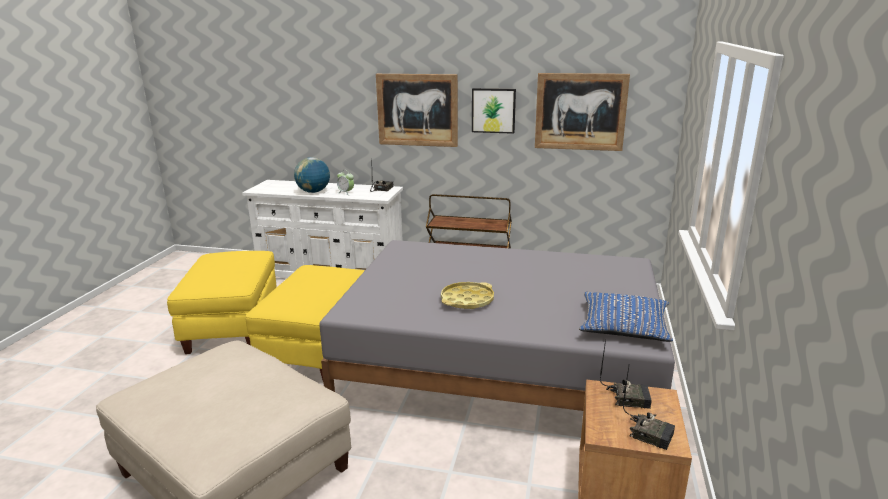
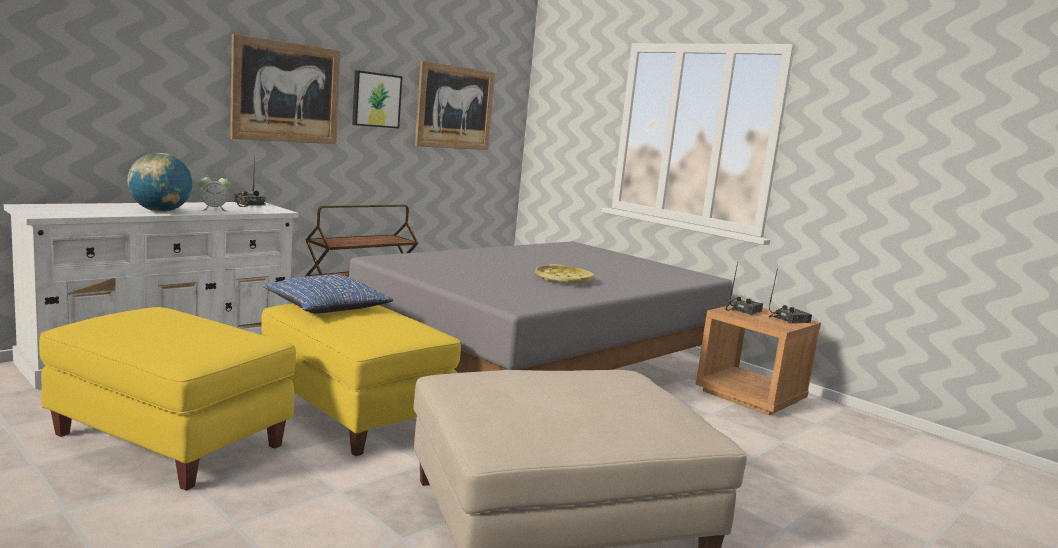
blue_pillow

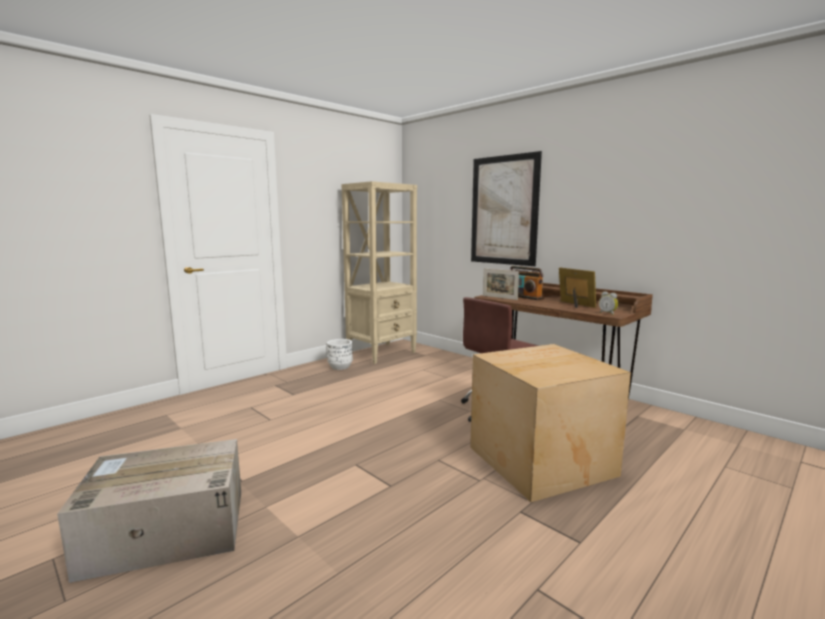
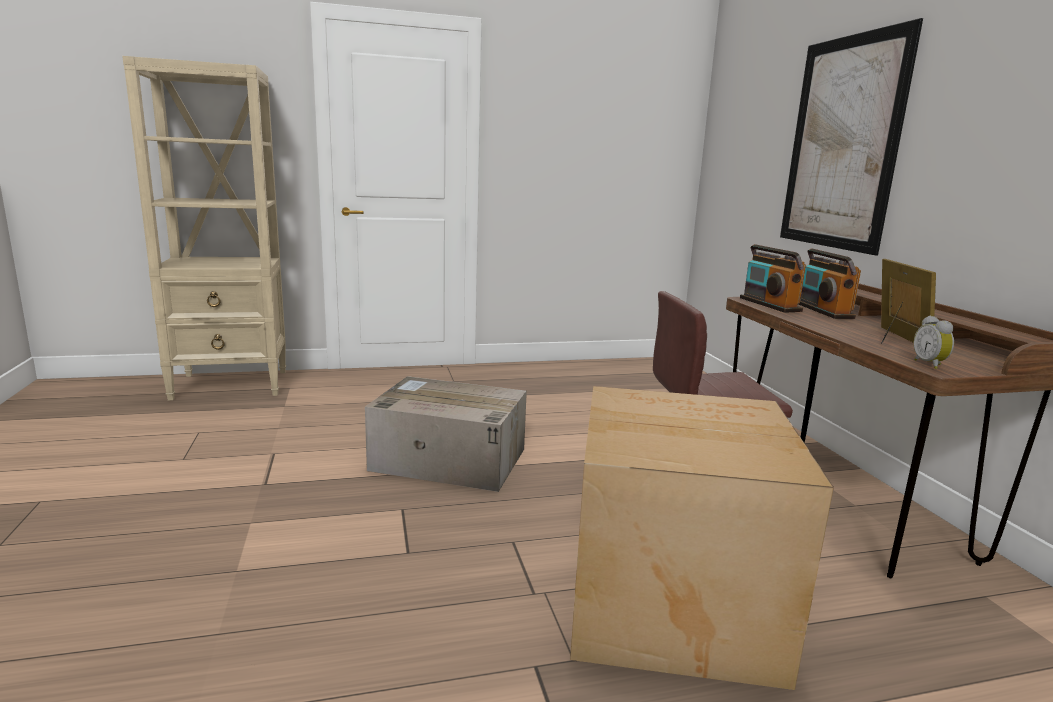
beige_bookcase
radio (1st from left)
white_planter
cardboard_box (1st from left)

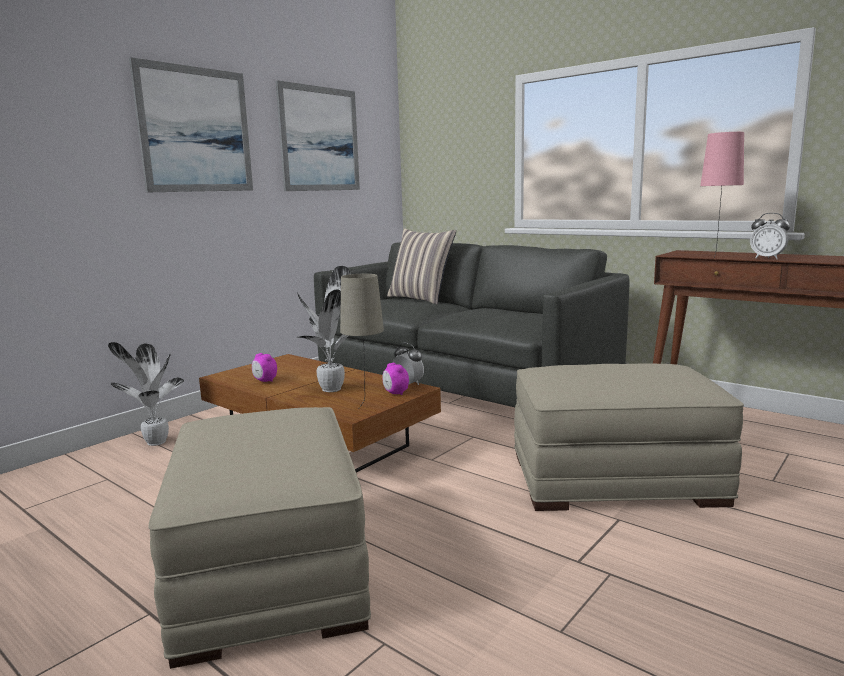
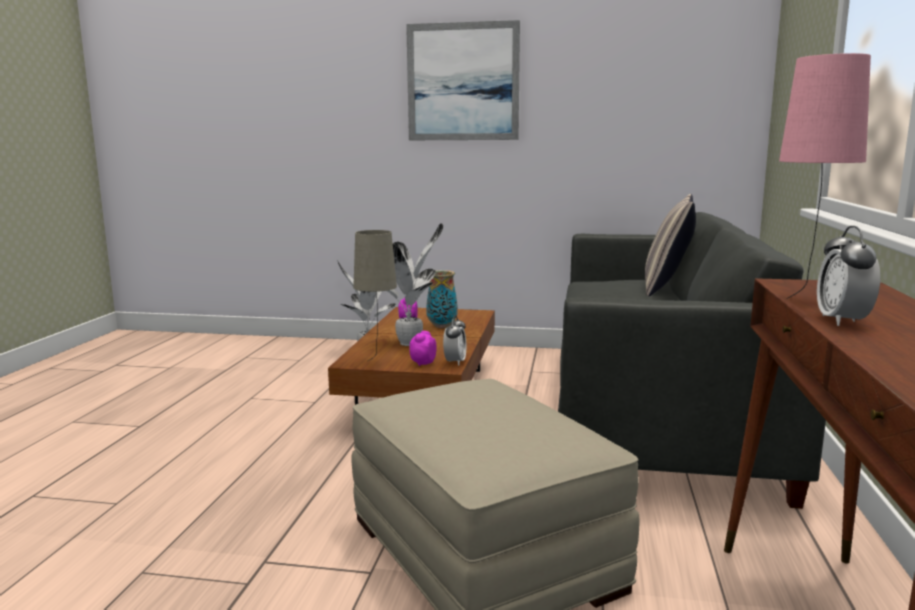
picture (2nd from left in the first image)
beige_ottoman (1st from left in the first image)
vase

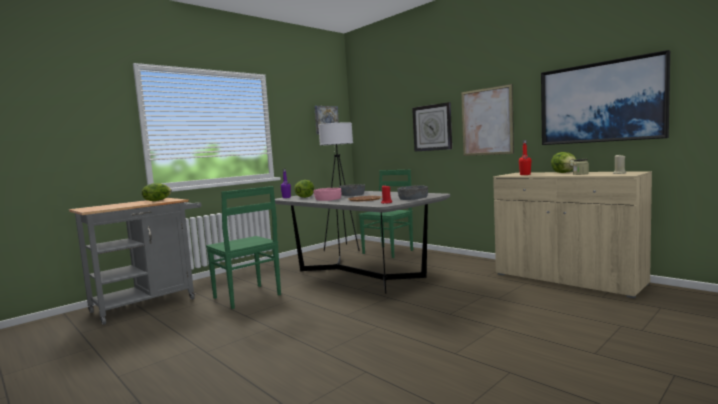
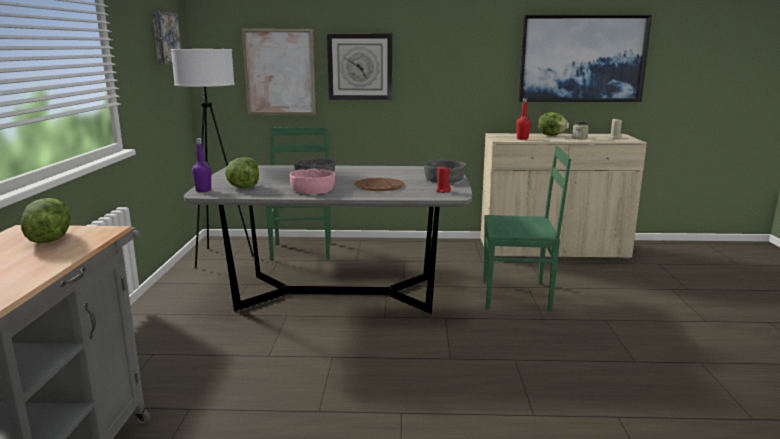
picture (2nd from left)
green_chair (2nd from left)

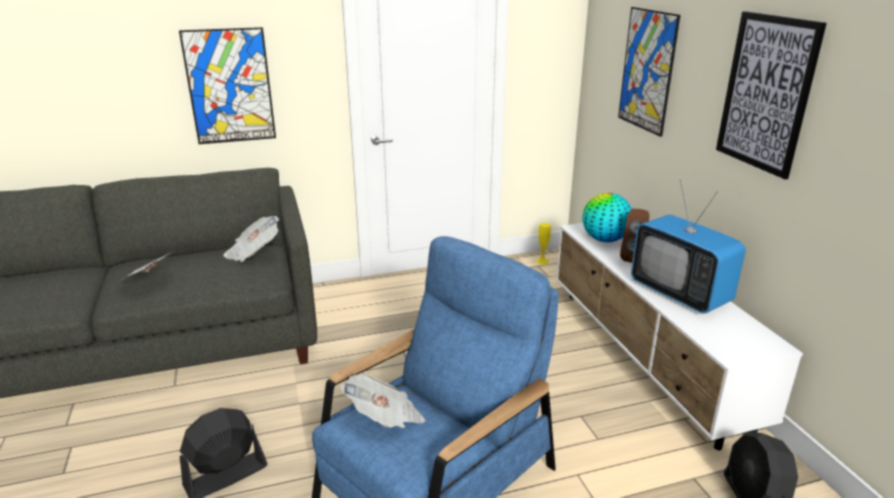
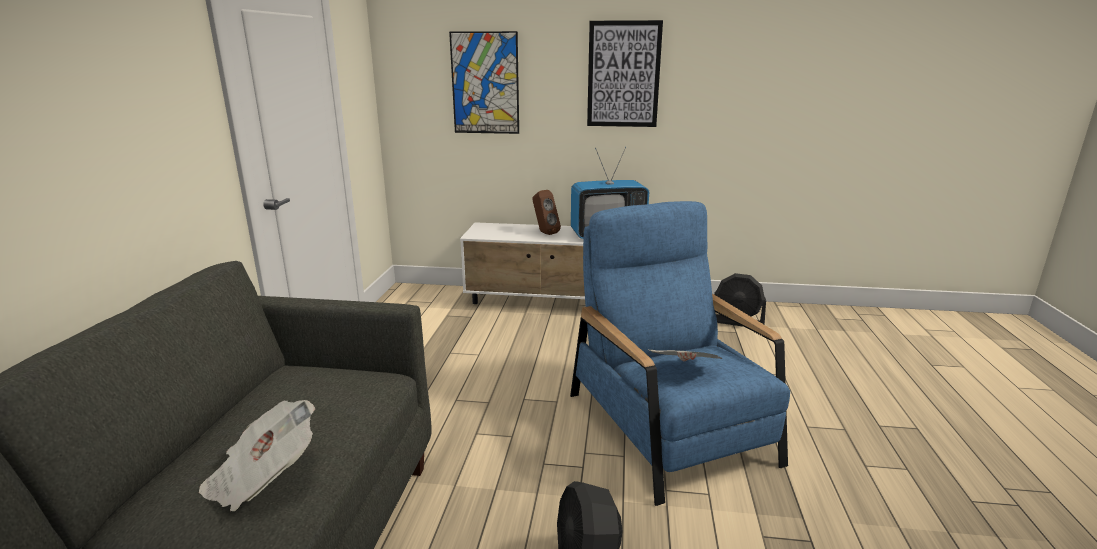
picture (1st from left in the first image)
globe
newspaper (2nd from left in the first image)
yellow_vase

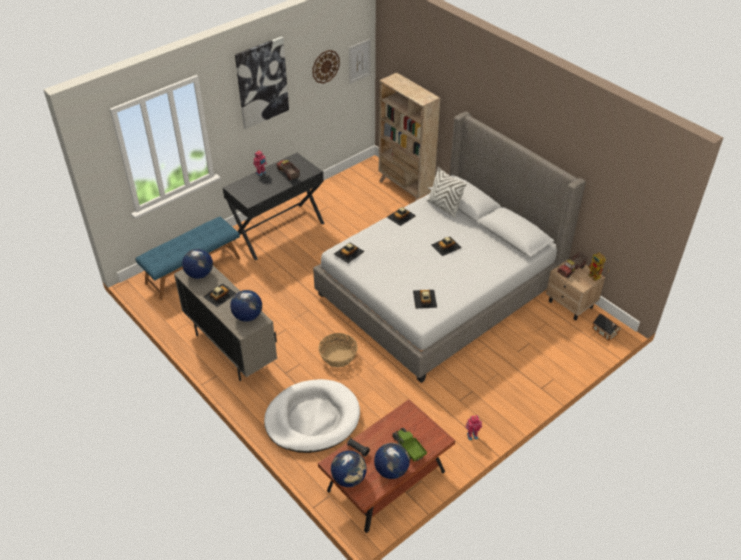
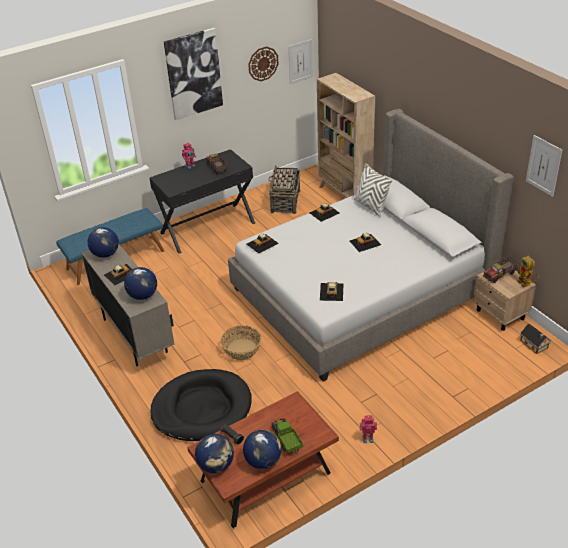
black_dog_bed
picture (3rd from left)
basket (2nd from left)

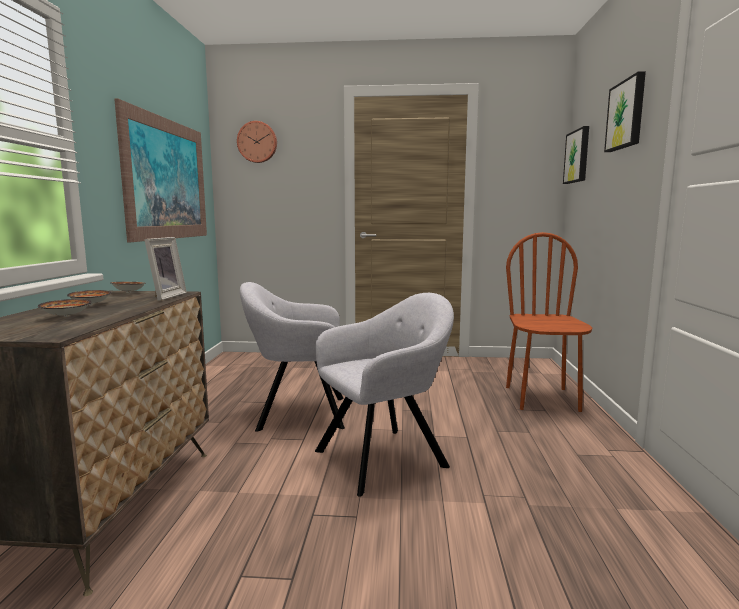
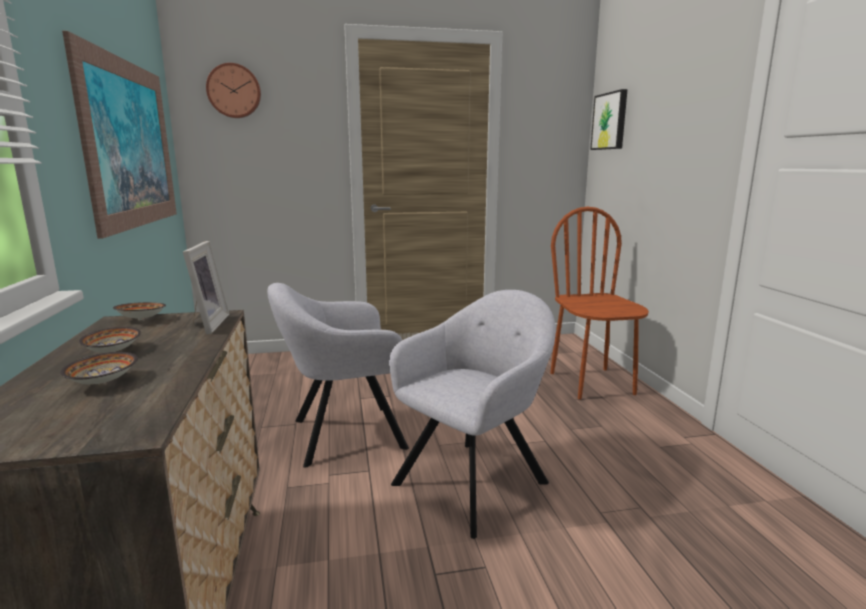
picture (3rd from left in the first image)

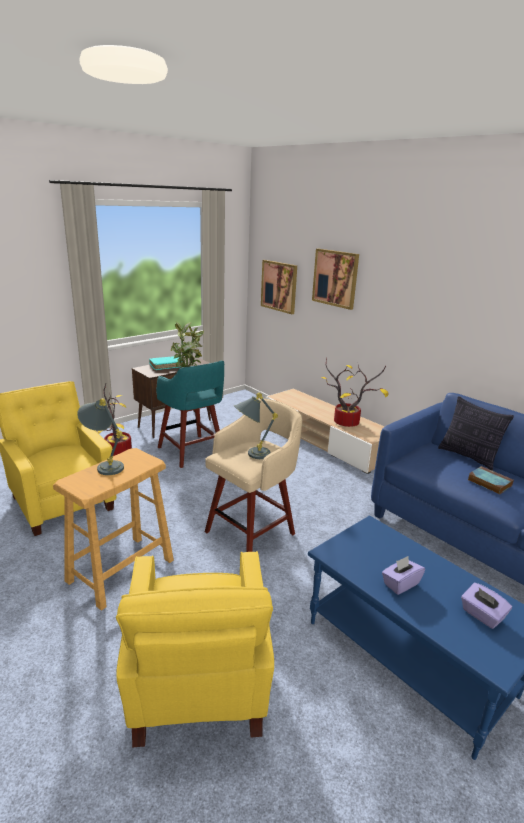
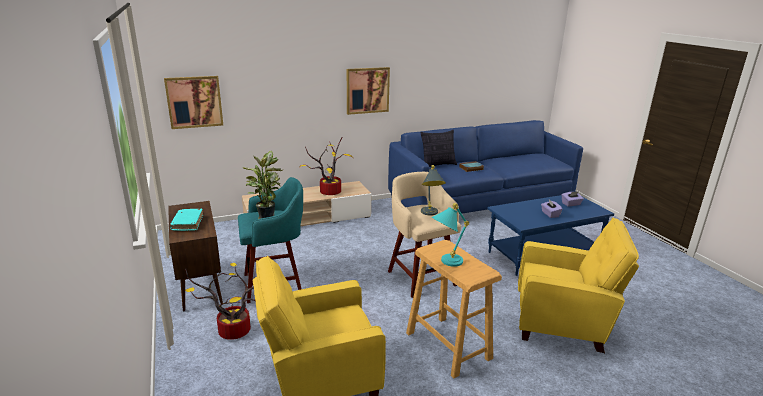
picture (2nd from left)
turquoise_table_lamp

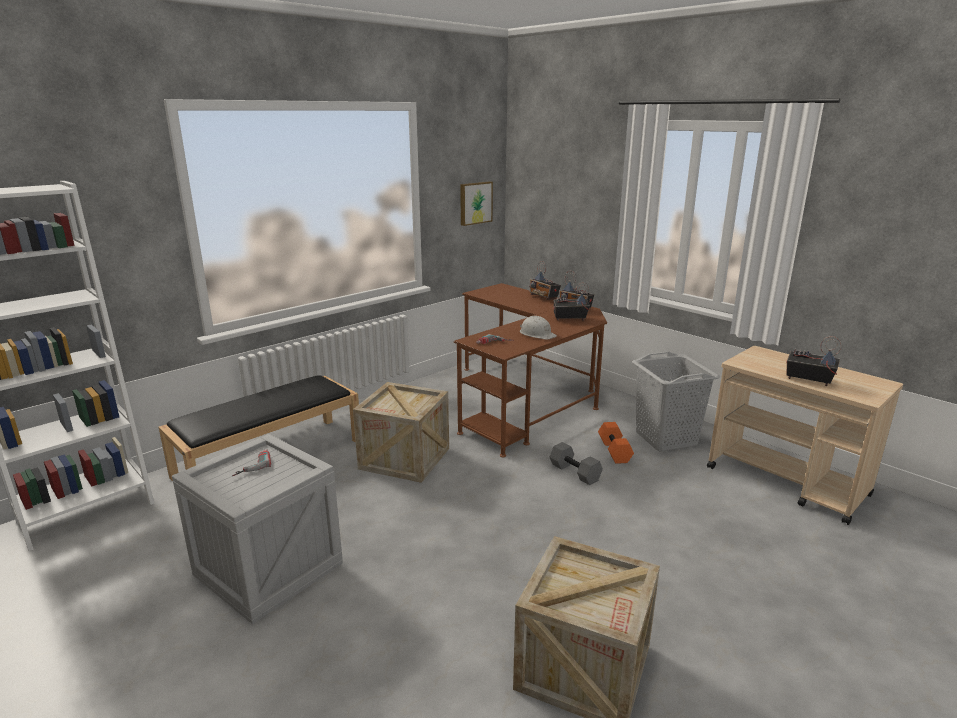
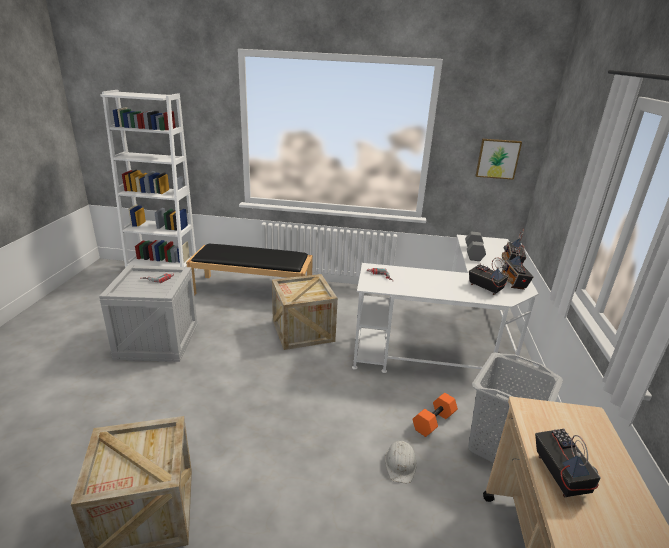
white_desk
white_hard_hat
grey_dumbbell

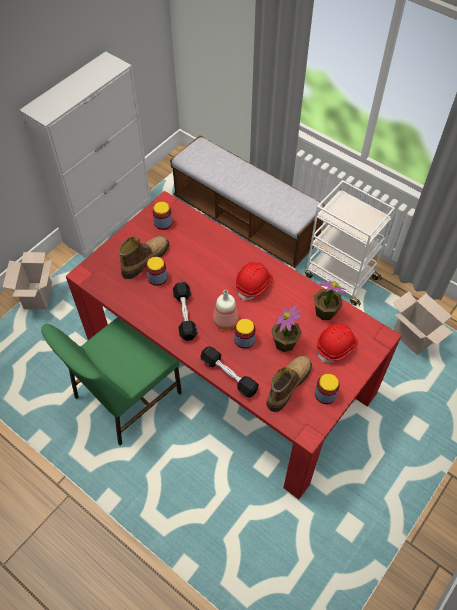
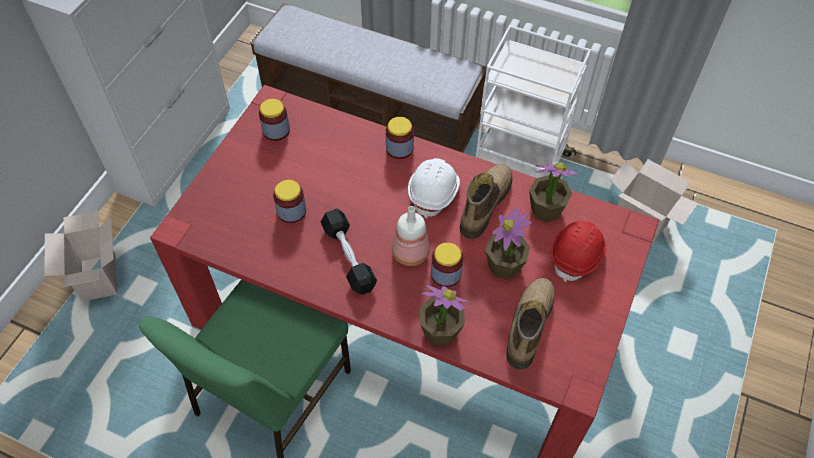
boot (1st from left)
white_hard_hat
potted_plant (1st from left)
jar (3rd from left)

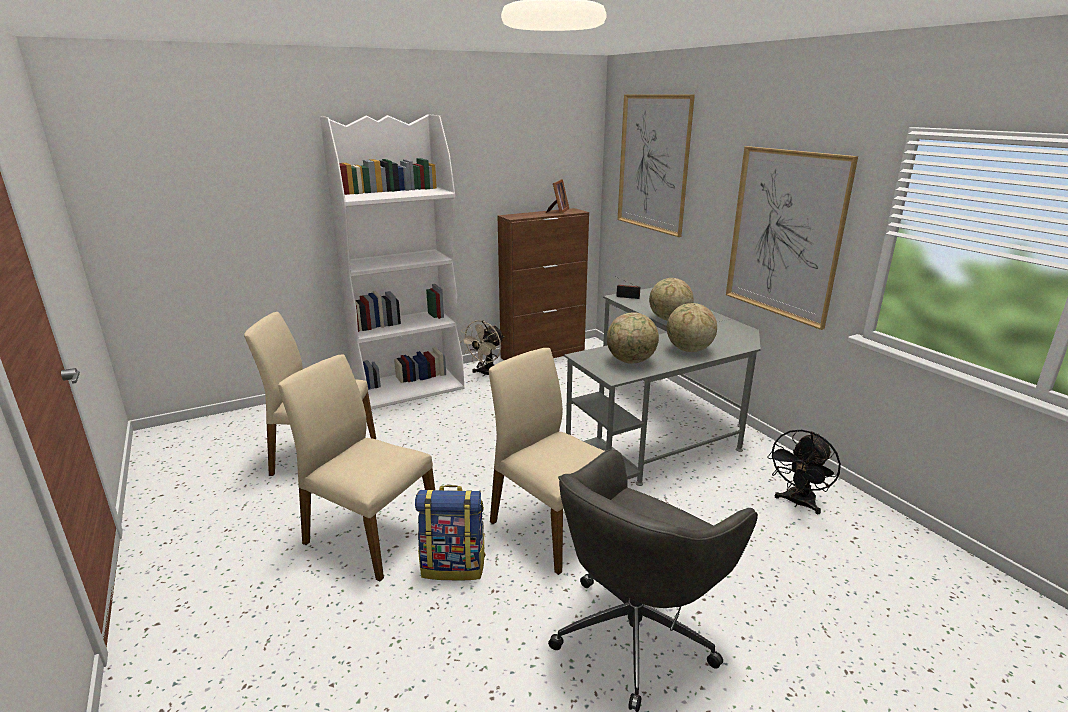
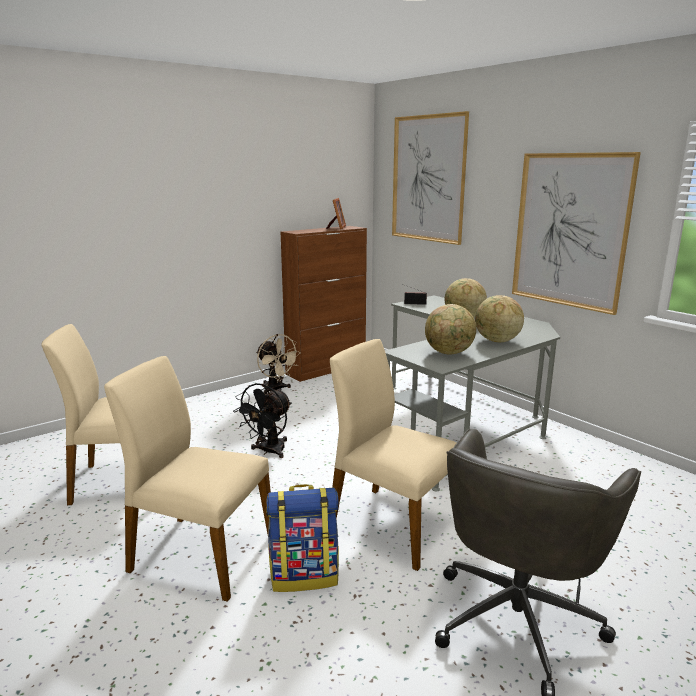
white_bookcase
beige_fan
black_fan

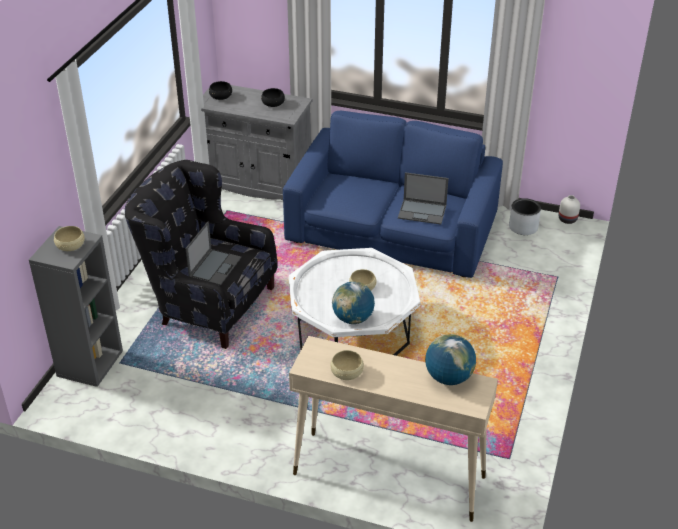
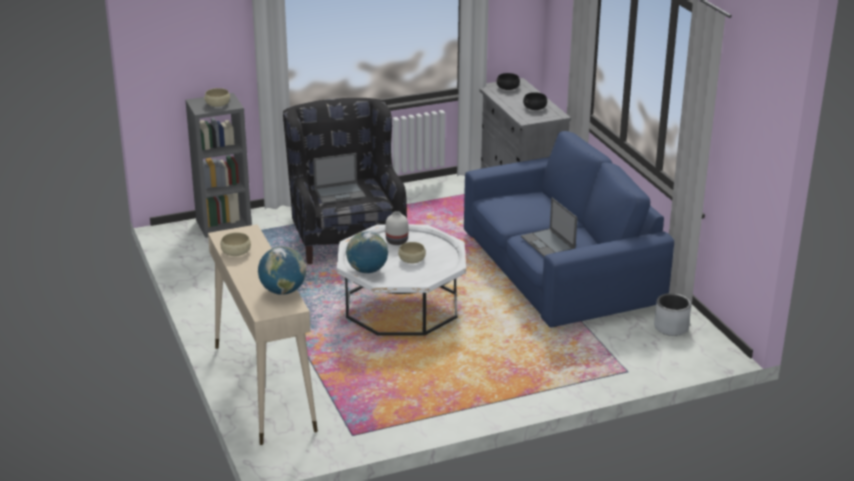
white_vase

